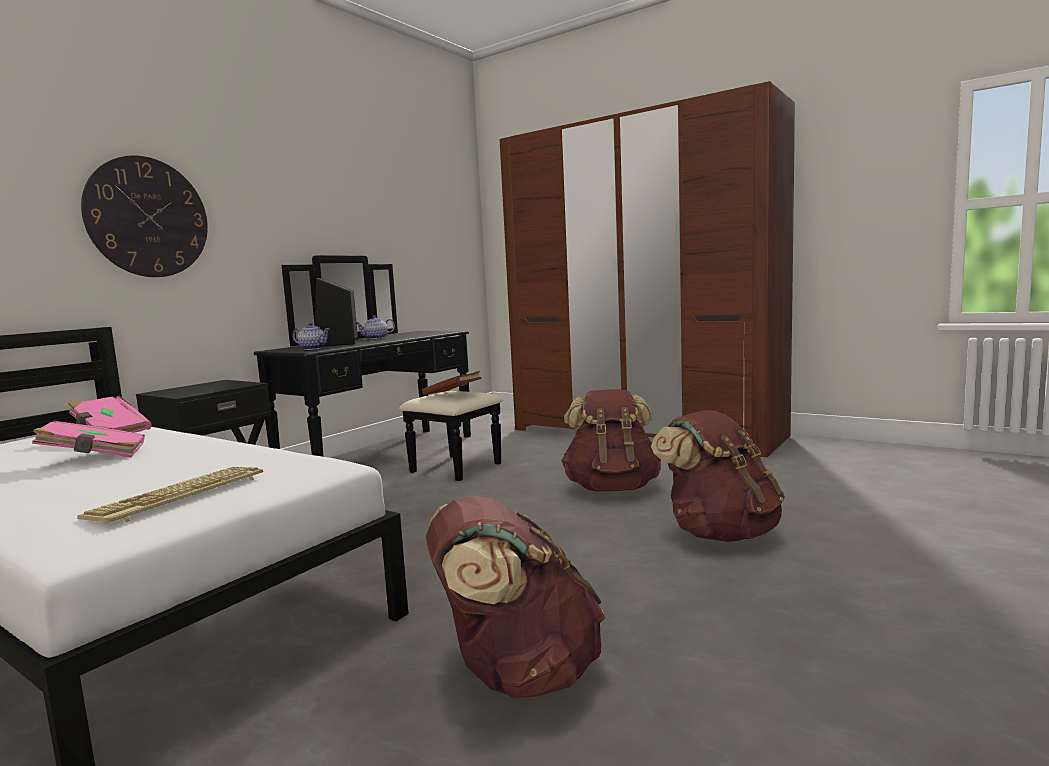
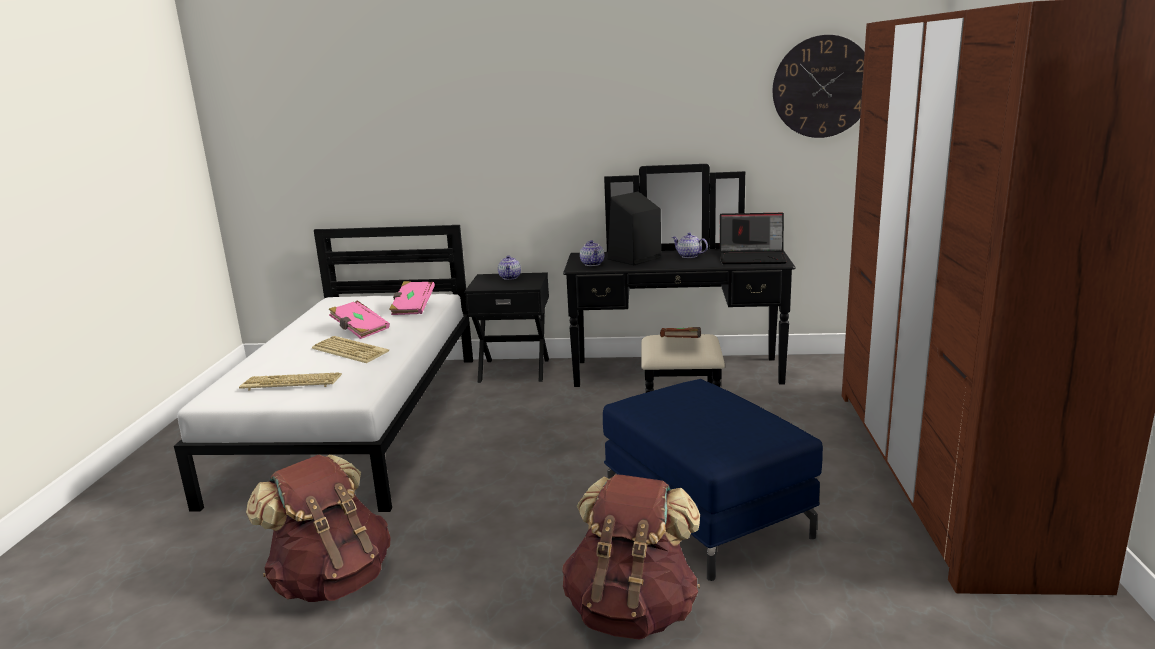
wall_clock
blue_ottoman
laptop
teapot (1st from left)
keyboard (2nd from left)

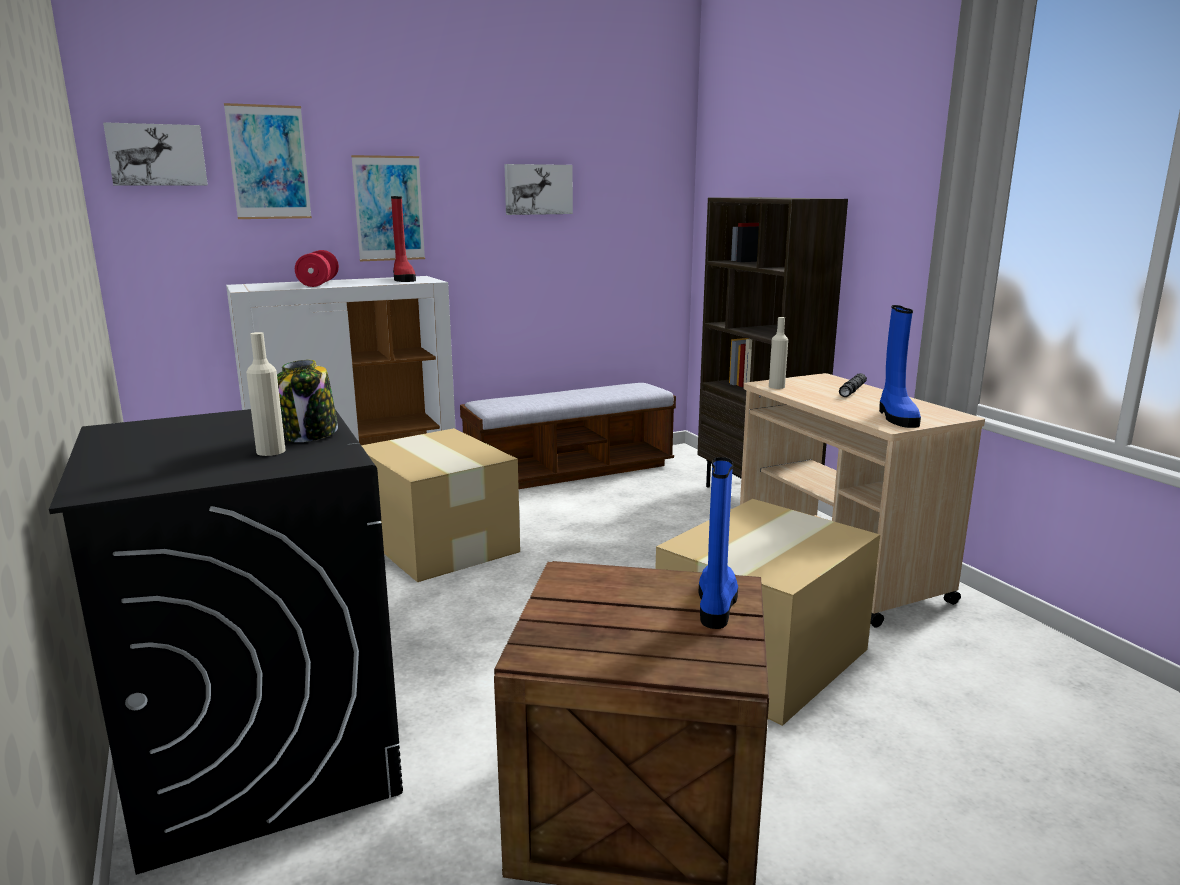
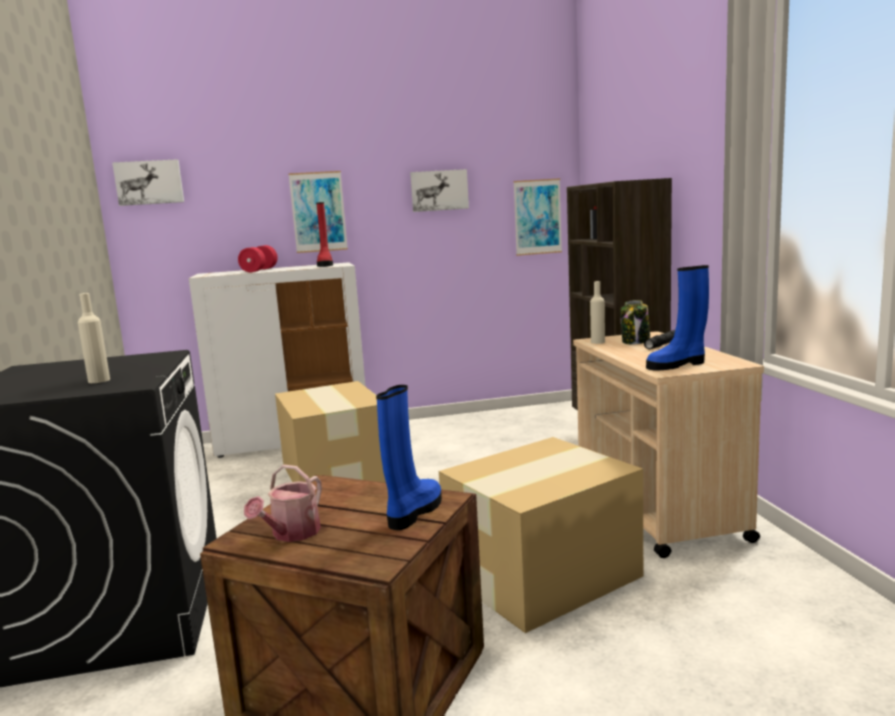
picture (4th from left)
blue_boot (2nd from left)
jar
bench
watering_can

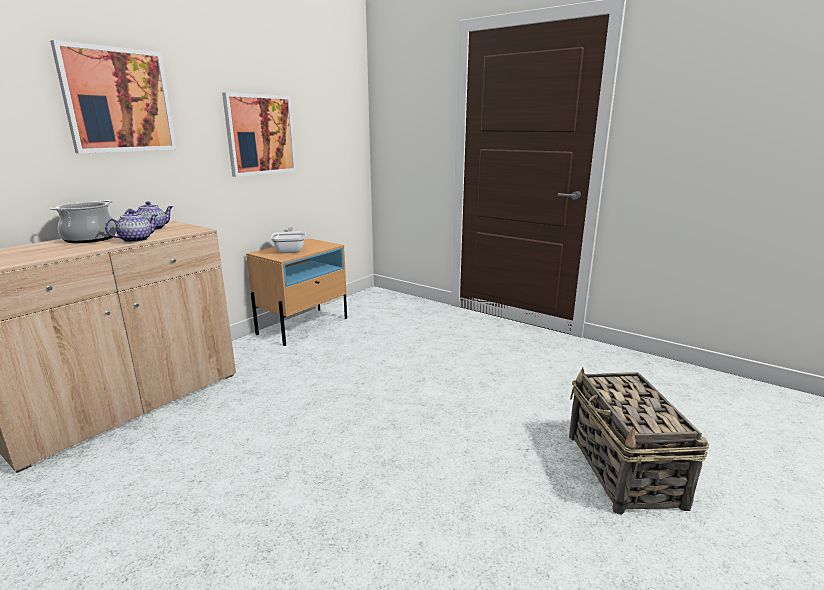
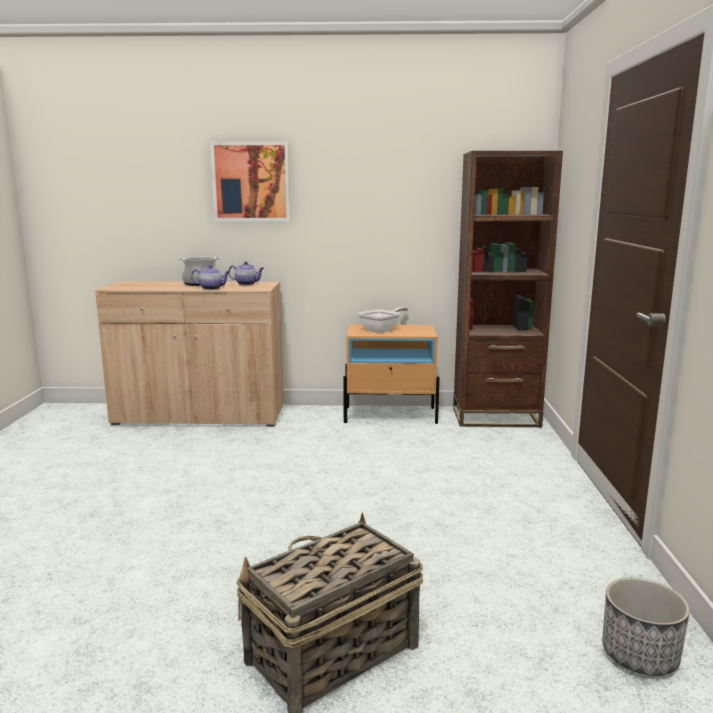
picture (2nd from left in the first image)
brown_bookcase
planter

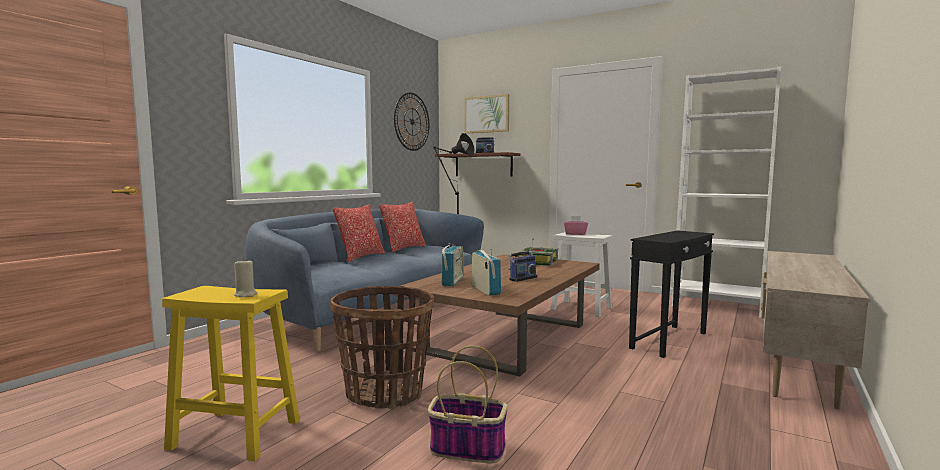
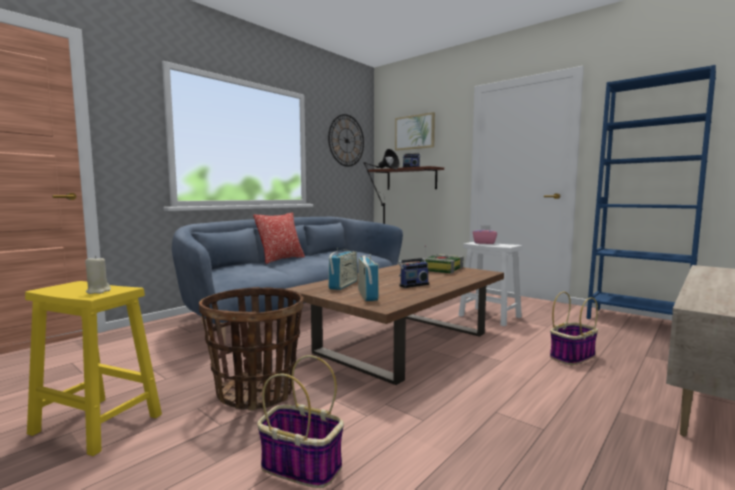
blue_bookcase
pillow (2nd from left in the first image)
basket (3rd from left)

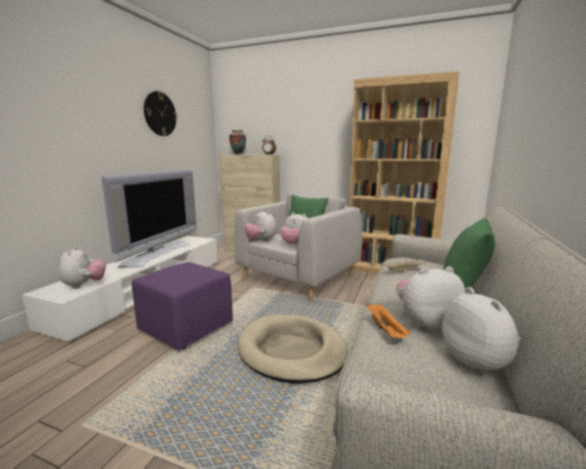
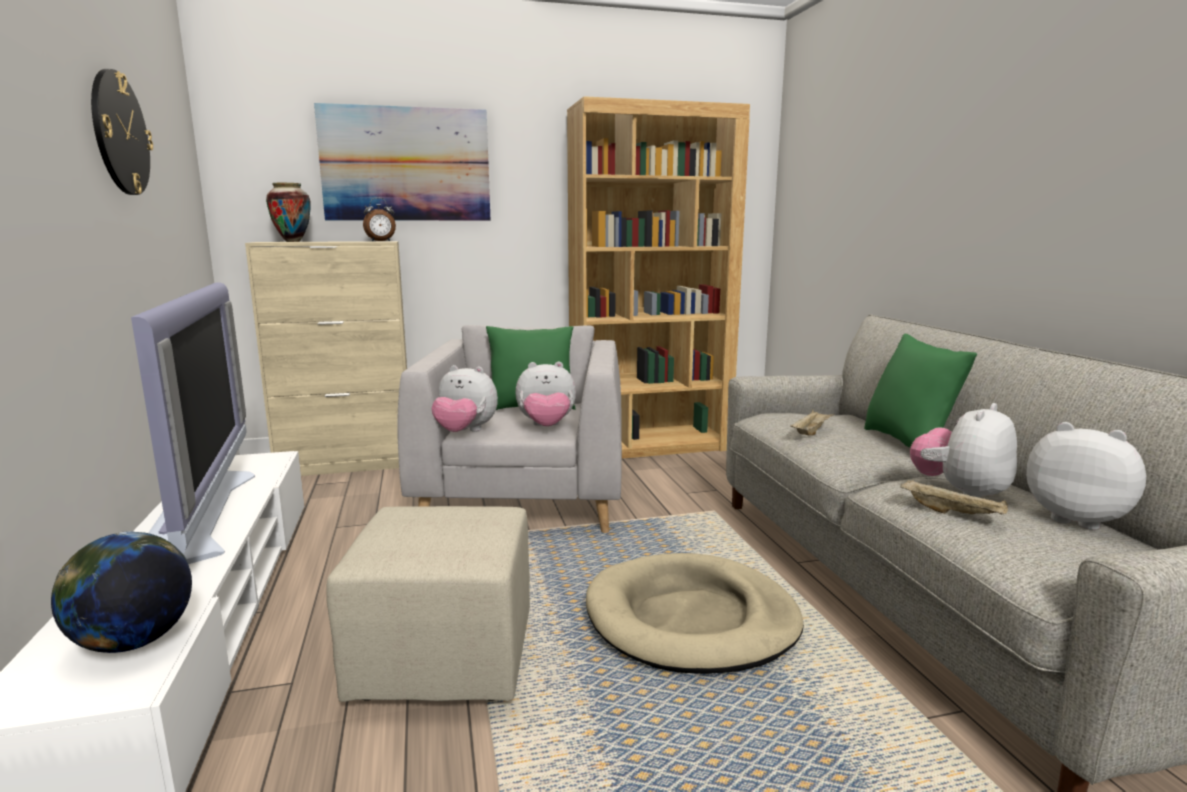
globe
beige_ottoman
beige_tray (2nd from left)
picture

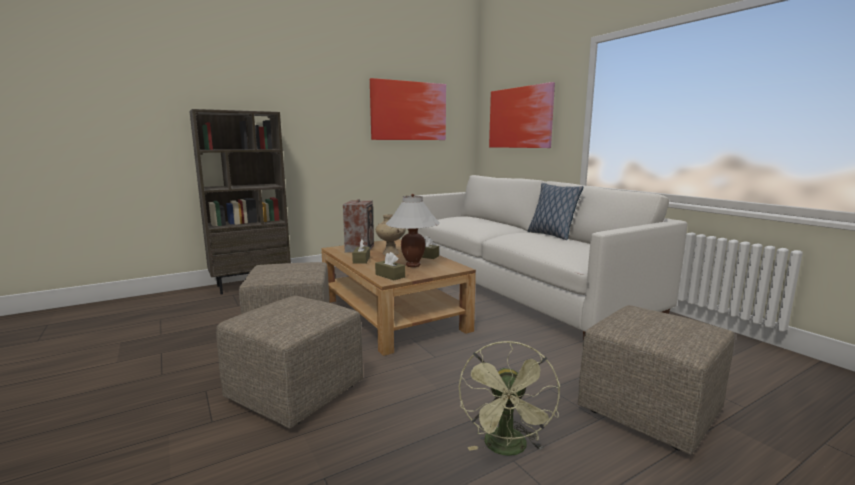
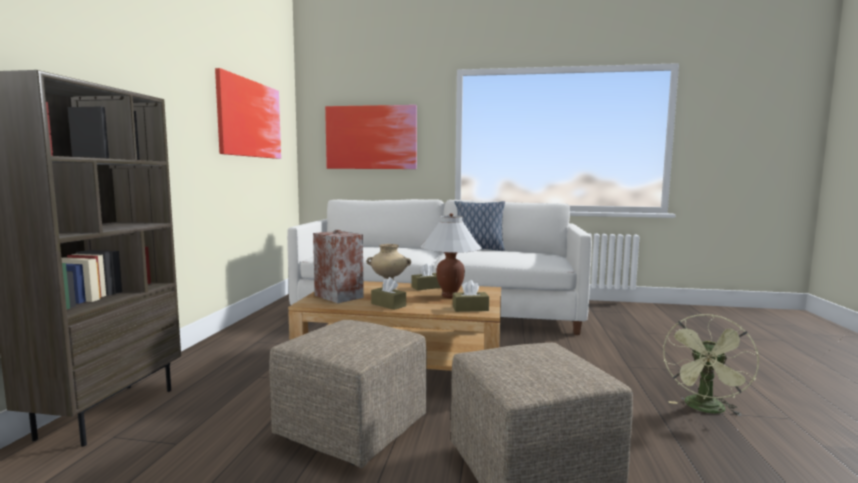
beige_ottoman (3rd from left in the first image)
green_fan

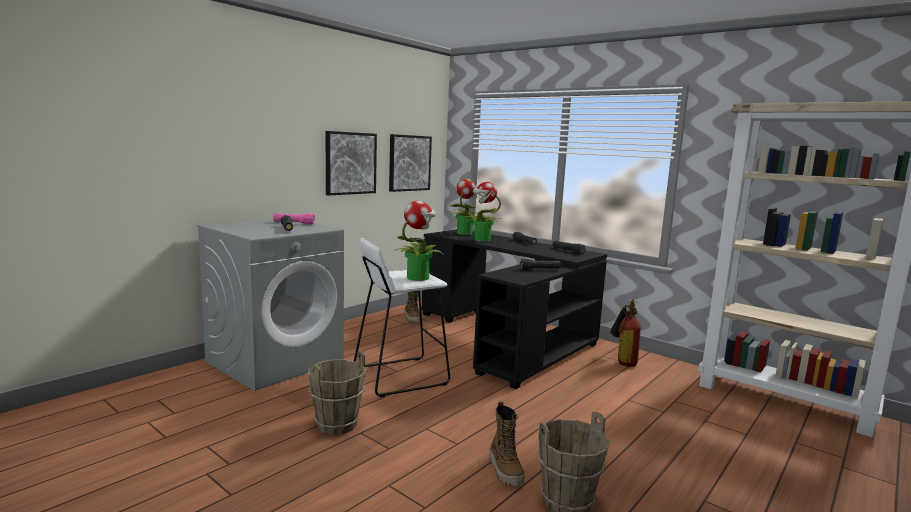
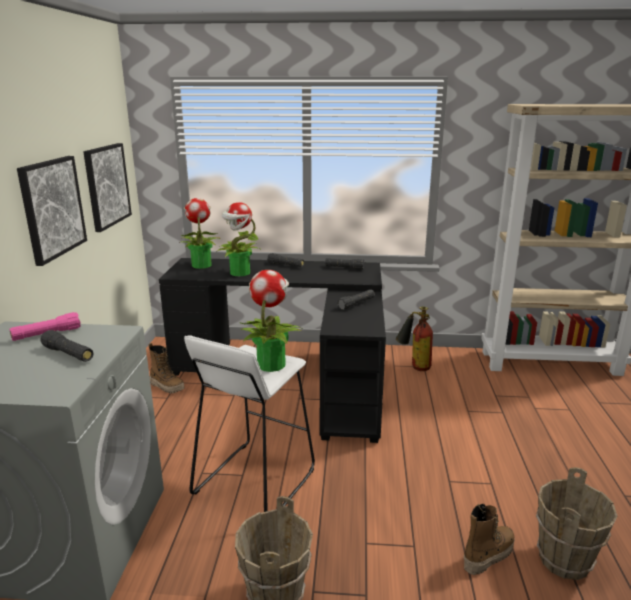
boot (2nd from left)

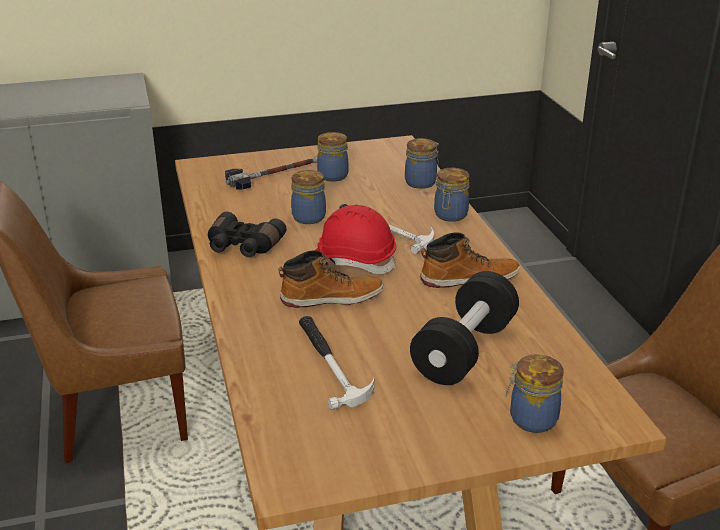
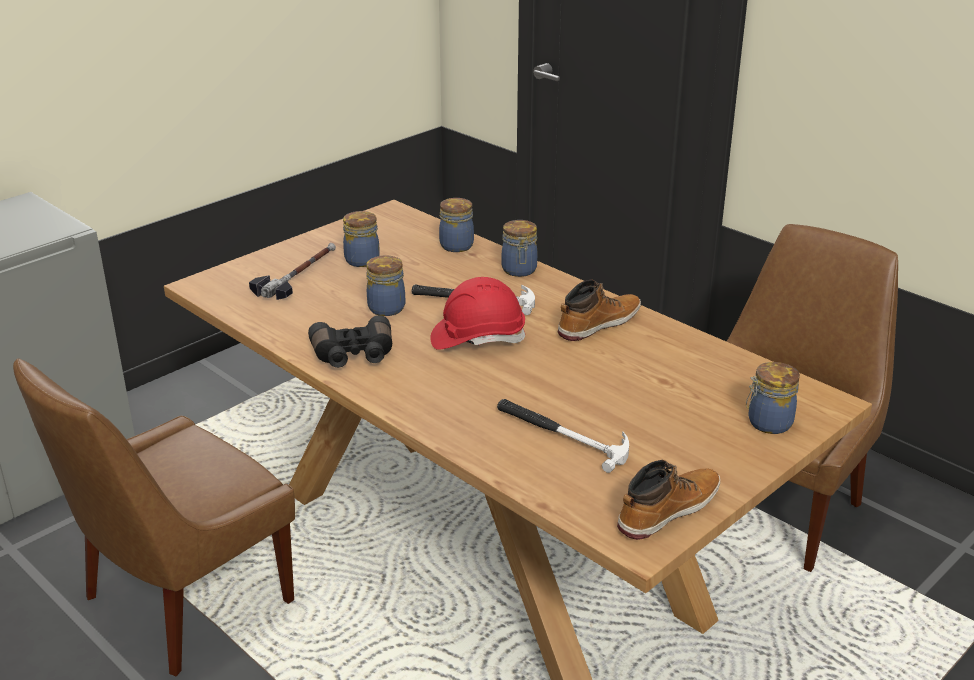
boot (2nd from left)
black_dumbbell

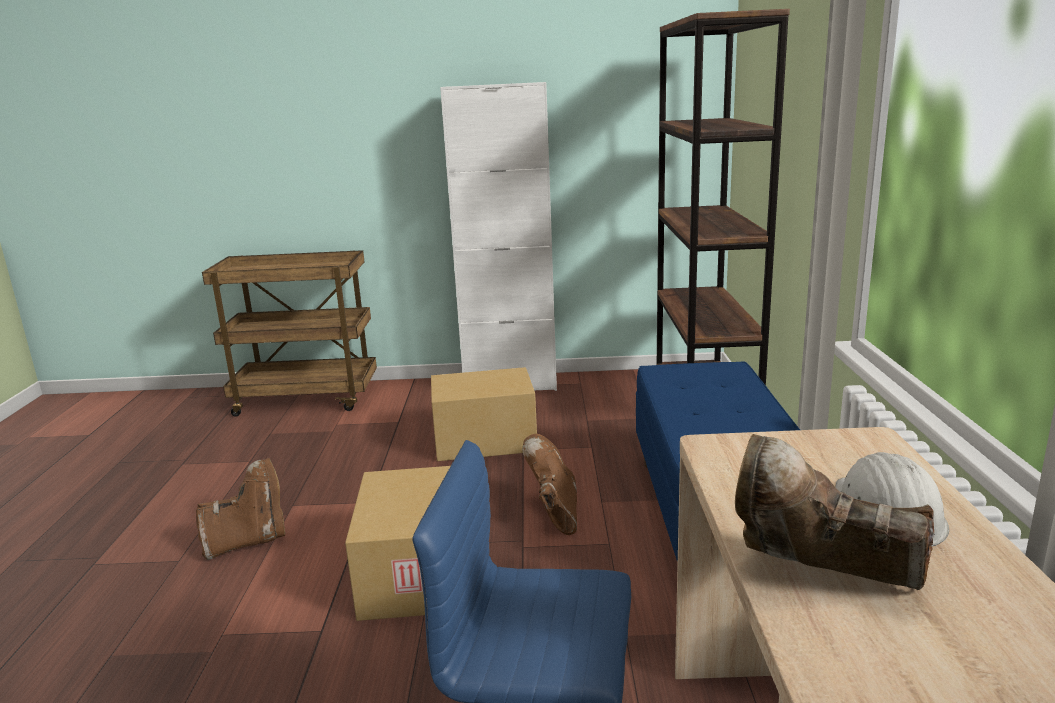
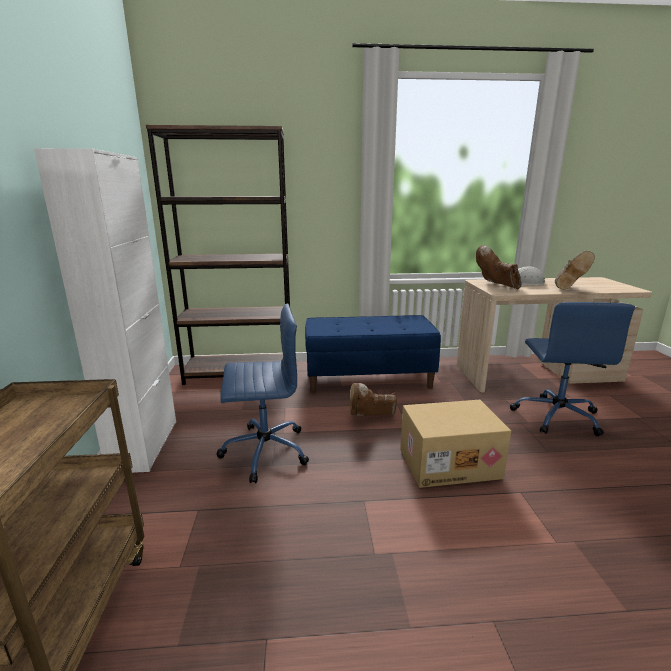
blue_office_chair (1st from left)
brown_boot (2nd from left)

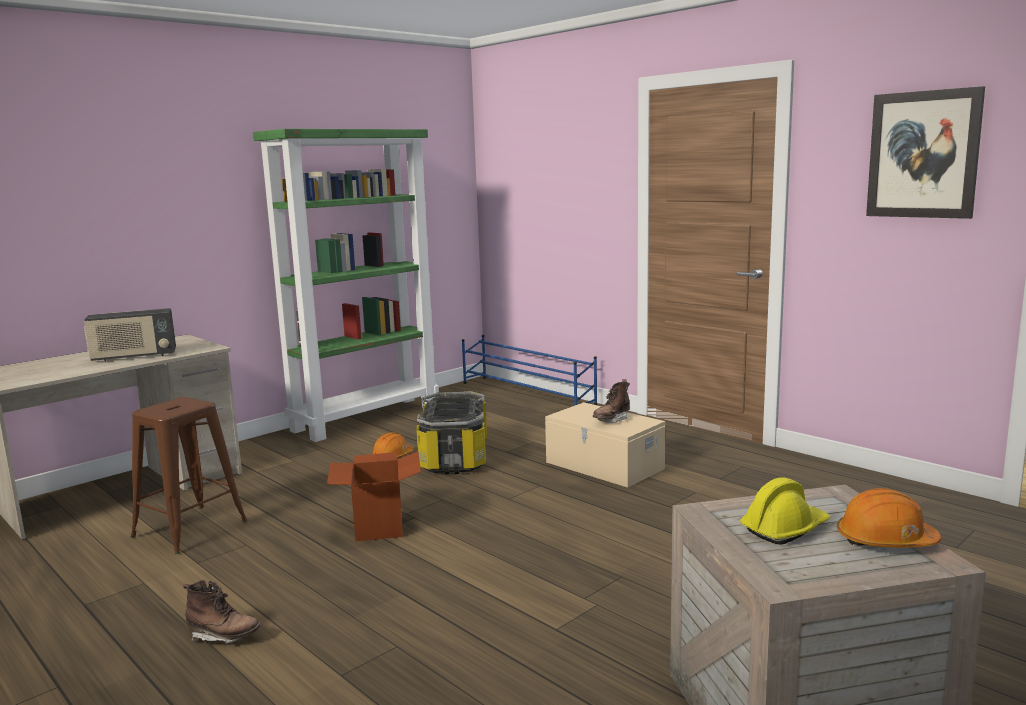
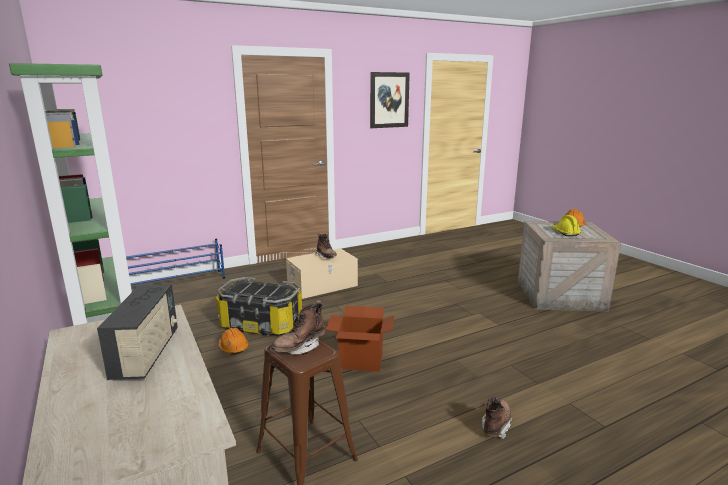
brown_boot (1st from left)

